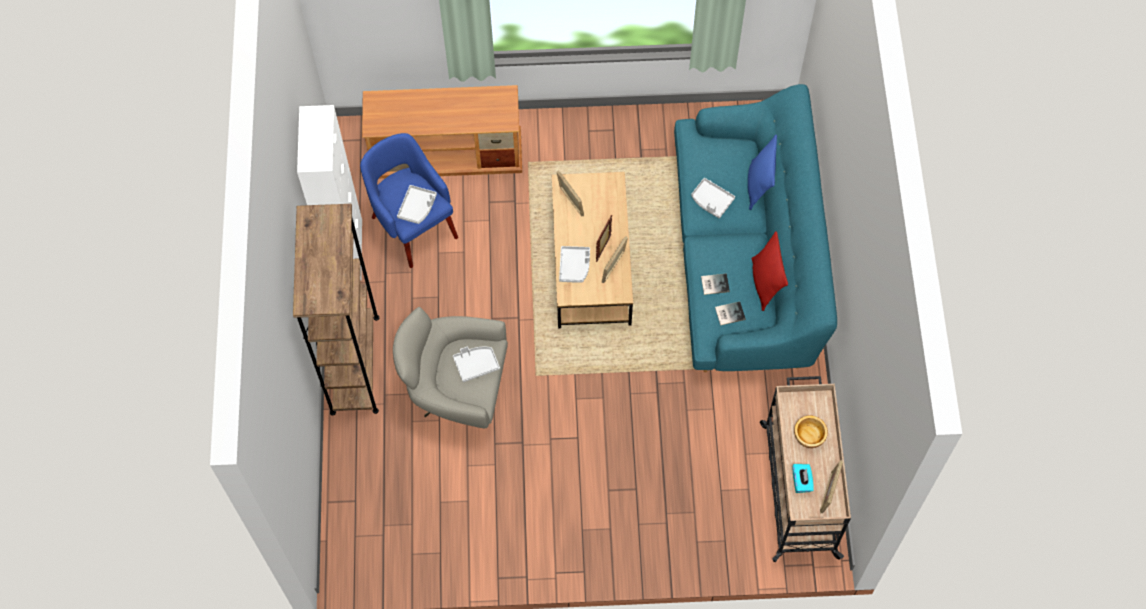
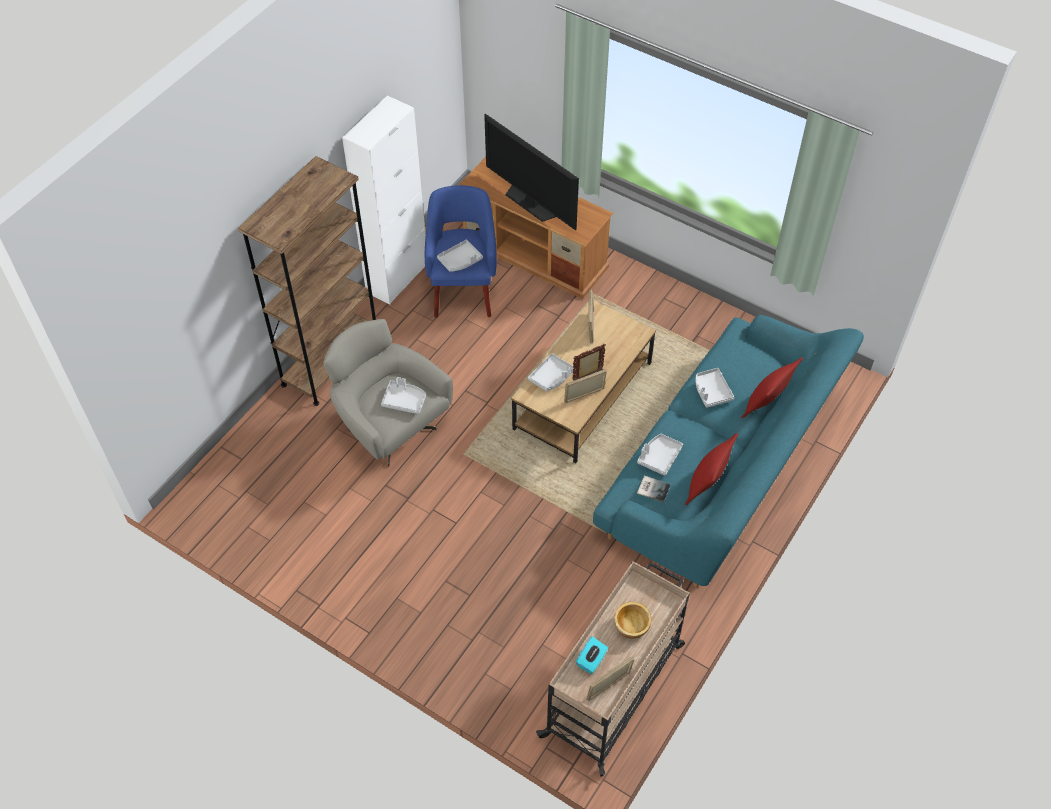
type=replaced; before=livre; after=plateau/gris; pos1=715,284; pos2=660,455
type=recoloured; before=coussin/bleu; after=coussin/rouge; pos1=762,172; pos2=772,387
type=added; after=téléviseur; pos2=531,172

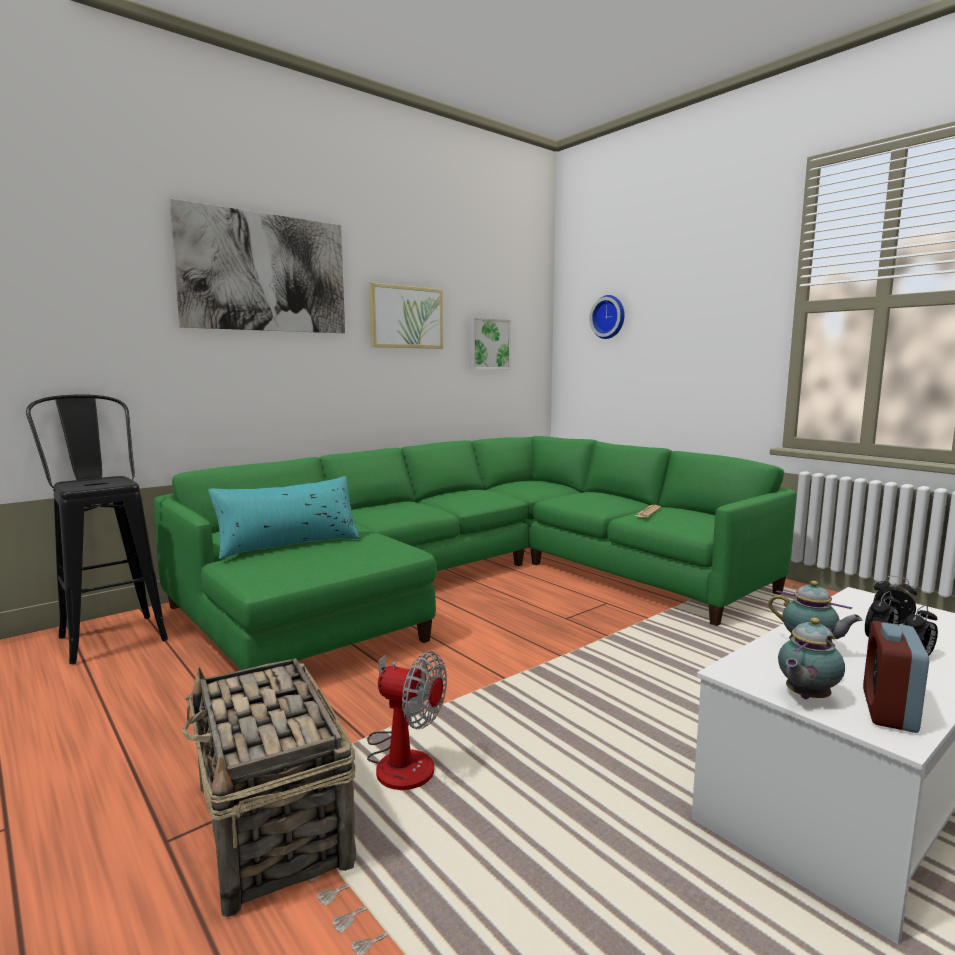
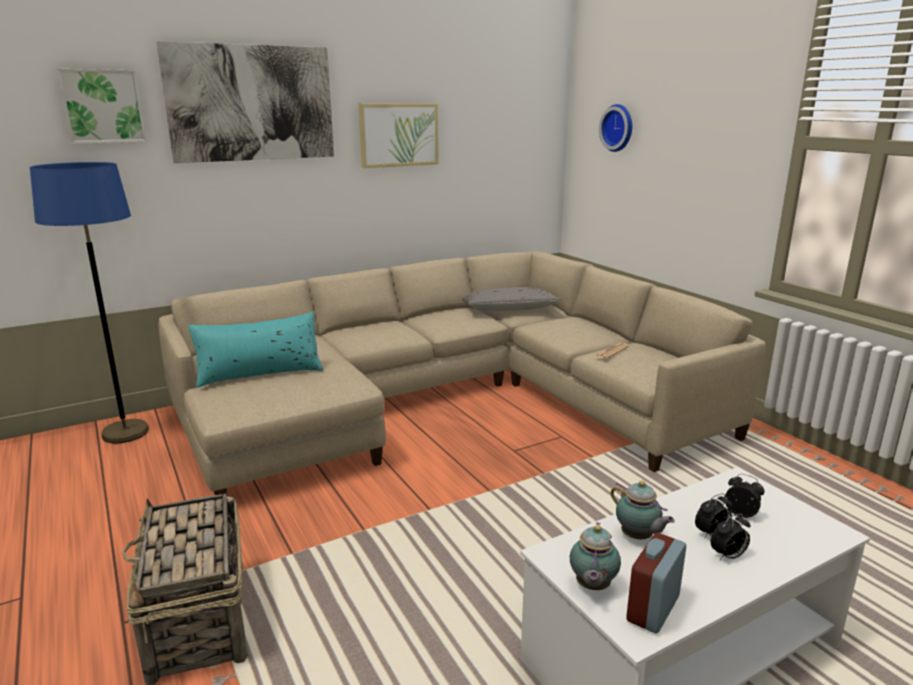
type=replaced; before=tabouret/noir; after=lampadaire/bleu; pos1=97,529; pos2=89,302
type=recoloured; before=canapé/vert; after=canapé/beige; pos1=475,553; pos2=462,374
type=removed; before=ventilateur; pos1=407,720
type=moved; before=tableau; pos1=490,343; pos2=102,106
type=turned; before=théière; pos1=811,658; pos2=595,556; turn=-45
type=added; after=coussin/gris; pos2=512,299

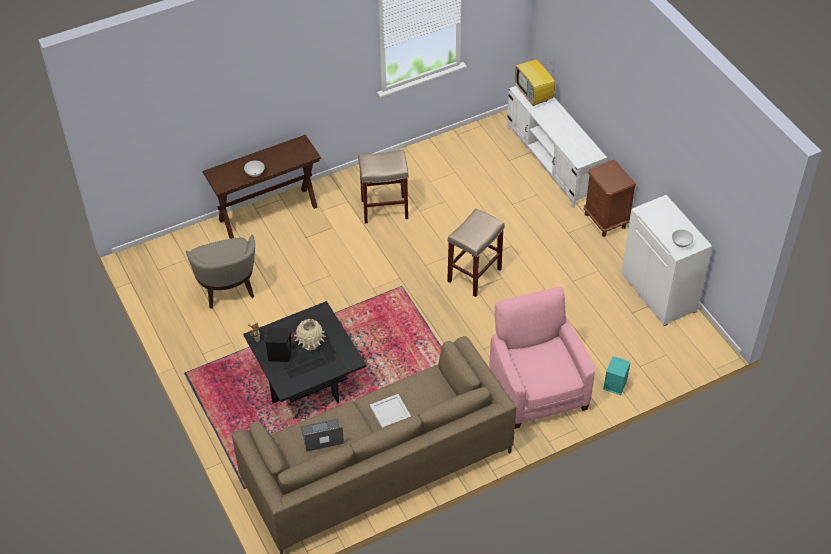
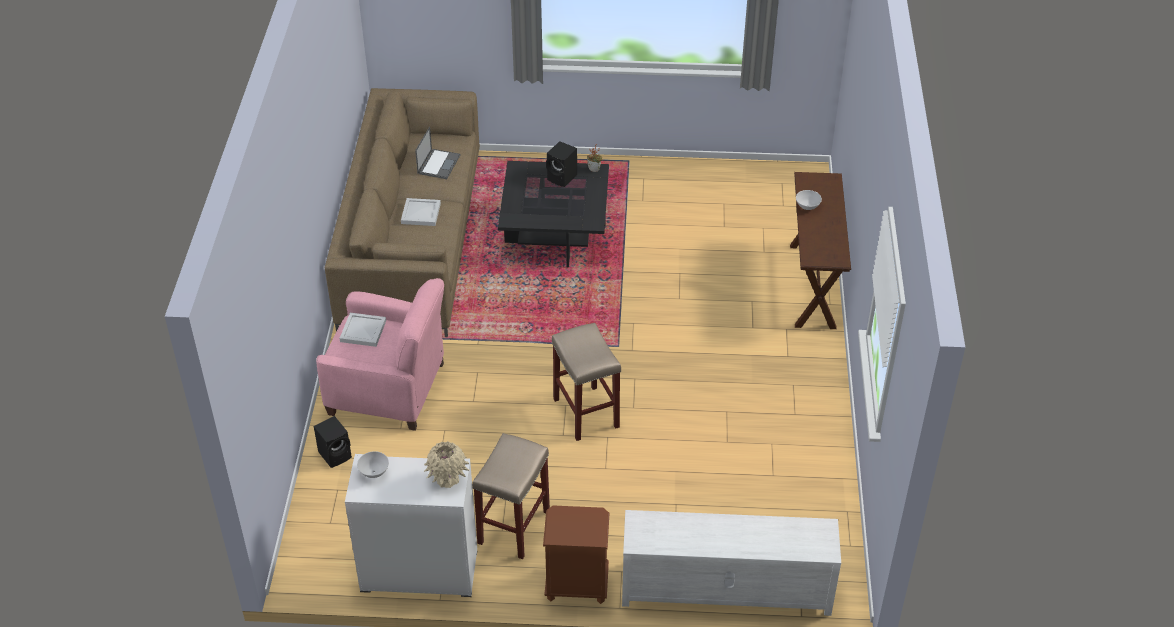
type=removed; before=fauteuil/beige; pos1=220,272
type=moved; before=vase/beige; pos1=310,334; pos2=446,464
type=moved; before=tabouret/beige; pos1=383,186; pos2=511,496
type=removed; before=téléviseur; pos1=535,81
type=recoloured; before=enceinte/turquoise; after=enceinte/noir; pos1=616,375; pos2=333,442
type=added; after=plateau/blanc; pos2=362,330

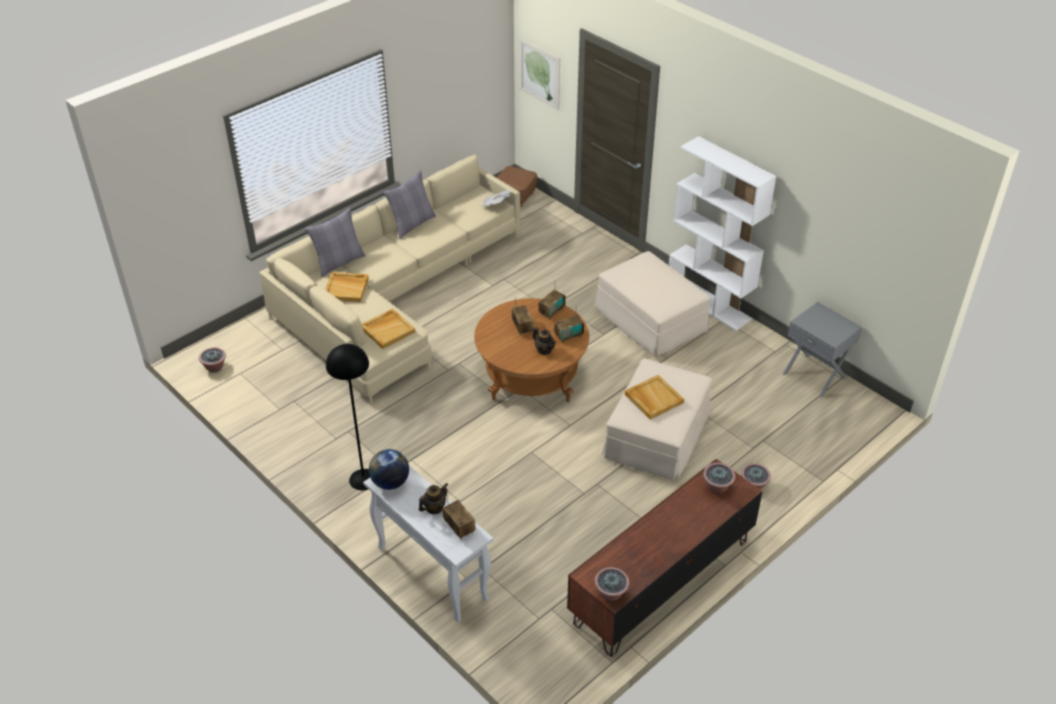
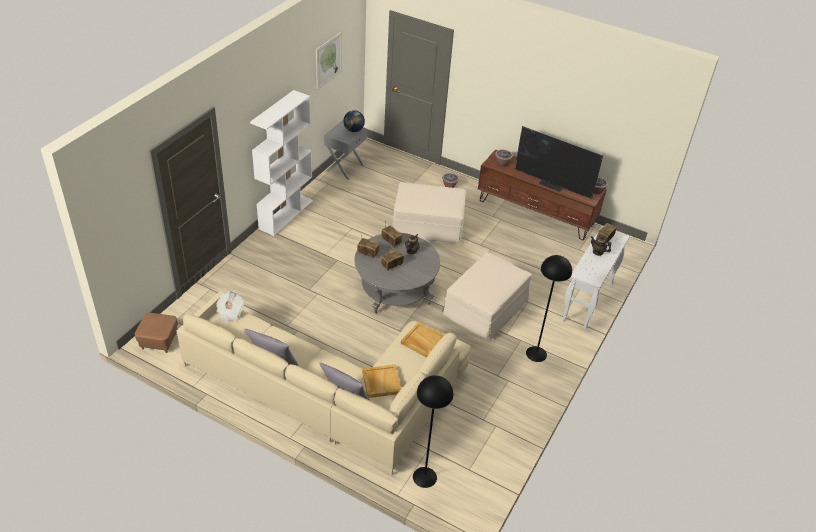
type=removed; before=plante en pot; pos1=212,359
type=moved; before=globe; pos1=389,469; pos2=354,121
type=recoloured; before=table basse/marron; after=table basse/gris; pos1=531,350; pos2=397,273
type=moved; before=tableau; pos1=539,74; pos2=329,61
type=moved; before=pouf/beige; pos1=652,304; pos2=486,295
type=removed; before=plateau/beige; pos1=654,397
type=added; after=lampadaire/noir; pos2=433,431
type=added; after=téléviseur; pos2=559,162

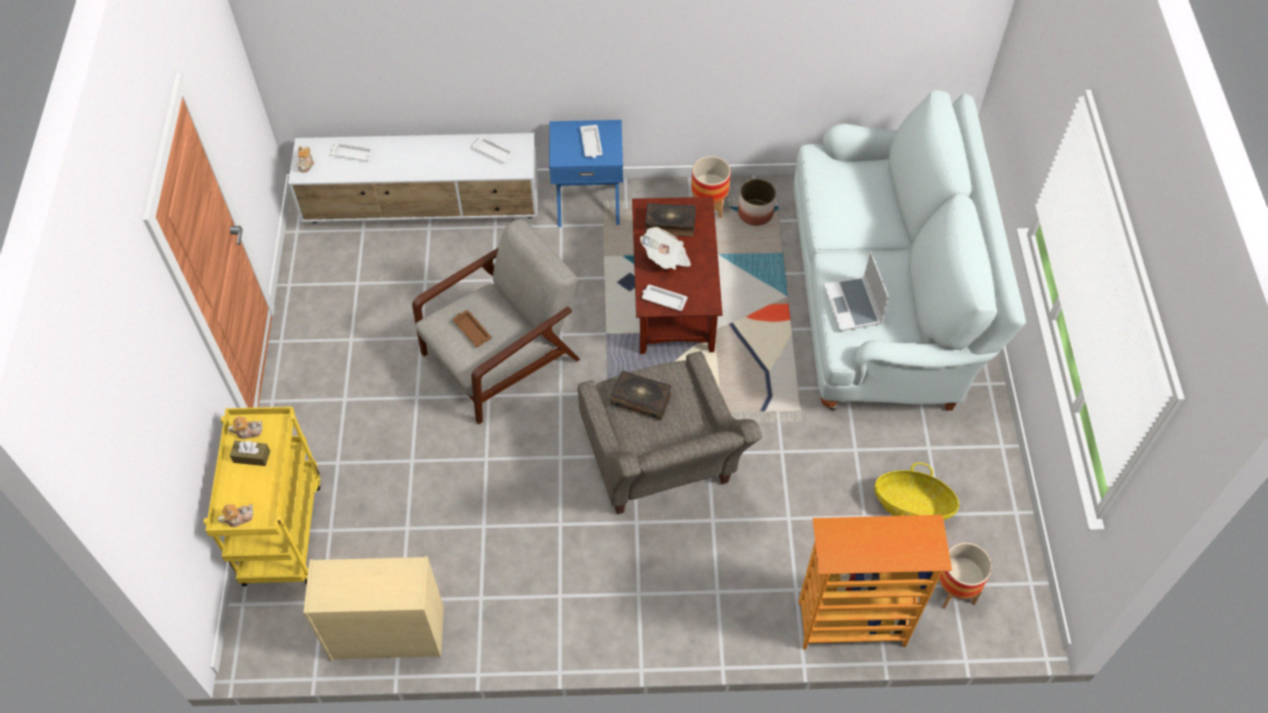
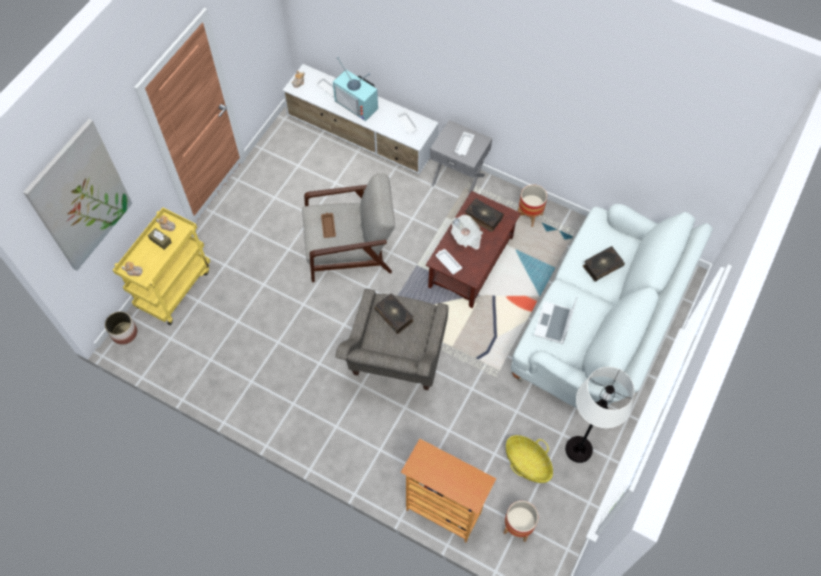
type=removed; before=commode/beige; pos1=373,608
type=recoloured; before=table de chevet/bleu; after=table de chevet/gris; pos1=586,173; pos2=461,158
type=moved; before=cache-pot; pos1=757,202; pos2=121,328
type=added; after=tableau; pos2=77,195
type=added; after=téléviseur; pos2=355,89
type=added; after=lampadaire/blanc; pos2=600,415
type=added; after=livre; pos2=604,264

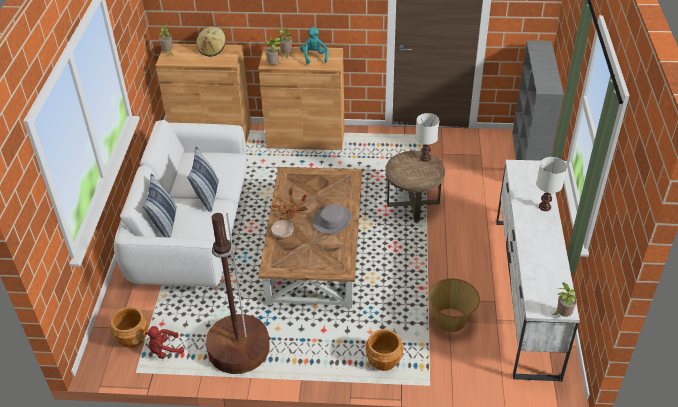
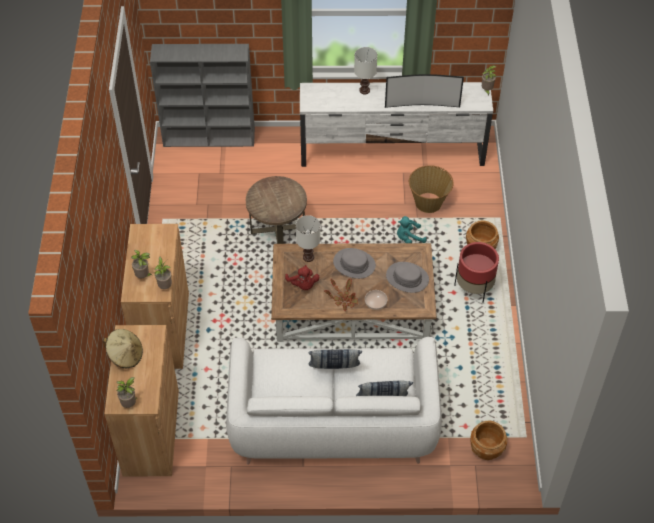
type=moved; before=peluche/rouge; pos1=164,342; pos2=302,277
type=removed; before=lampadaire/marron; pos1=238,293
type=moved; before=peluche/turquoise; pos1=314,45; pos2=412,229
type=moved; before=lampe de table/blanc; pos1=427,137; pos2=308,238
type=added; after=téléviseur; pos2=424,91
type=added; after=chapeau/gris; pos2=407,277
type=added; after=cache-pot/rouge; pos2=476,272

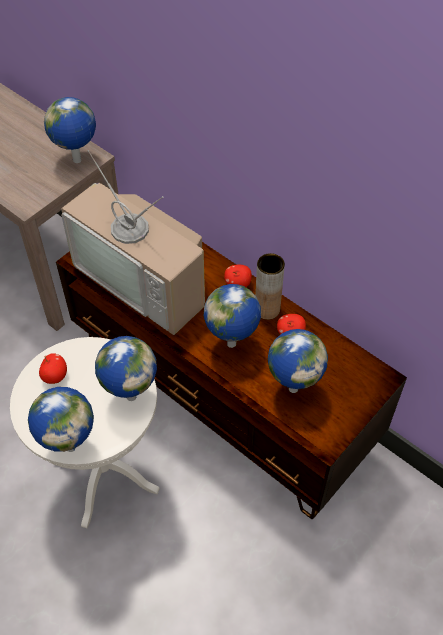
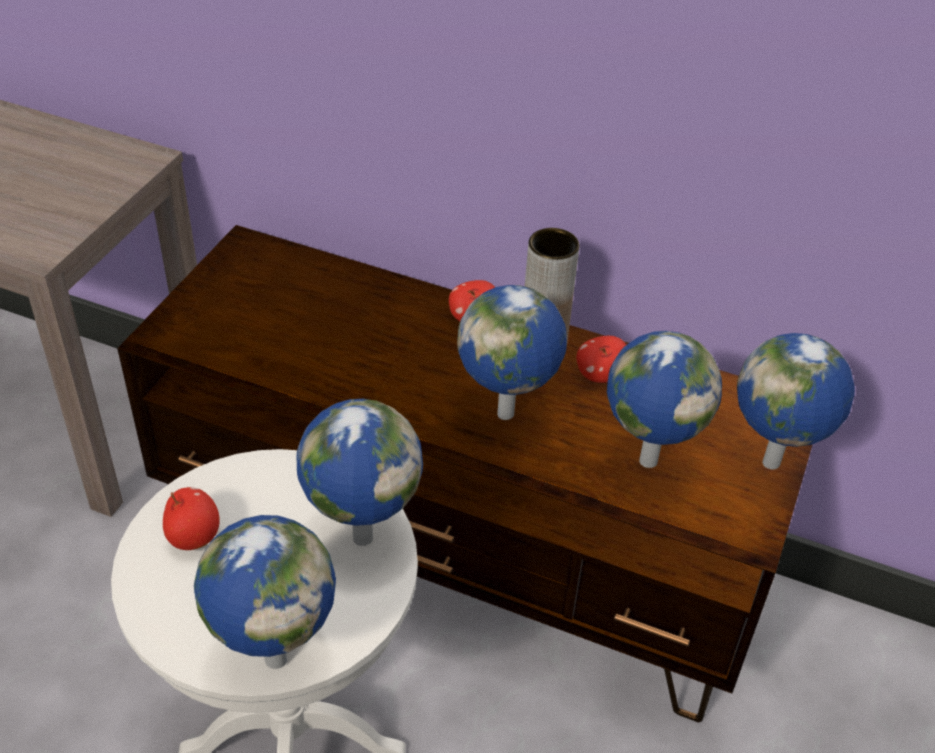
type=moved; before=globe; pos1=70,130; pos2=796,401
type=removed; before=téléviseur; pos1=133,242

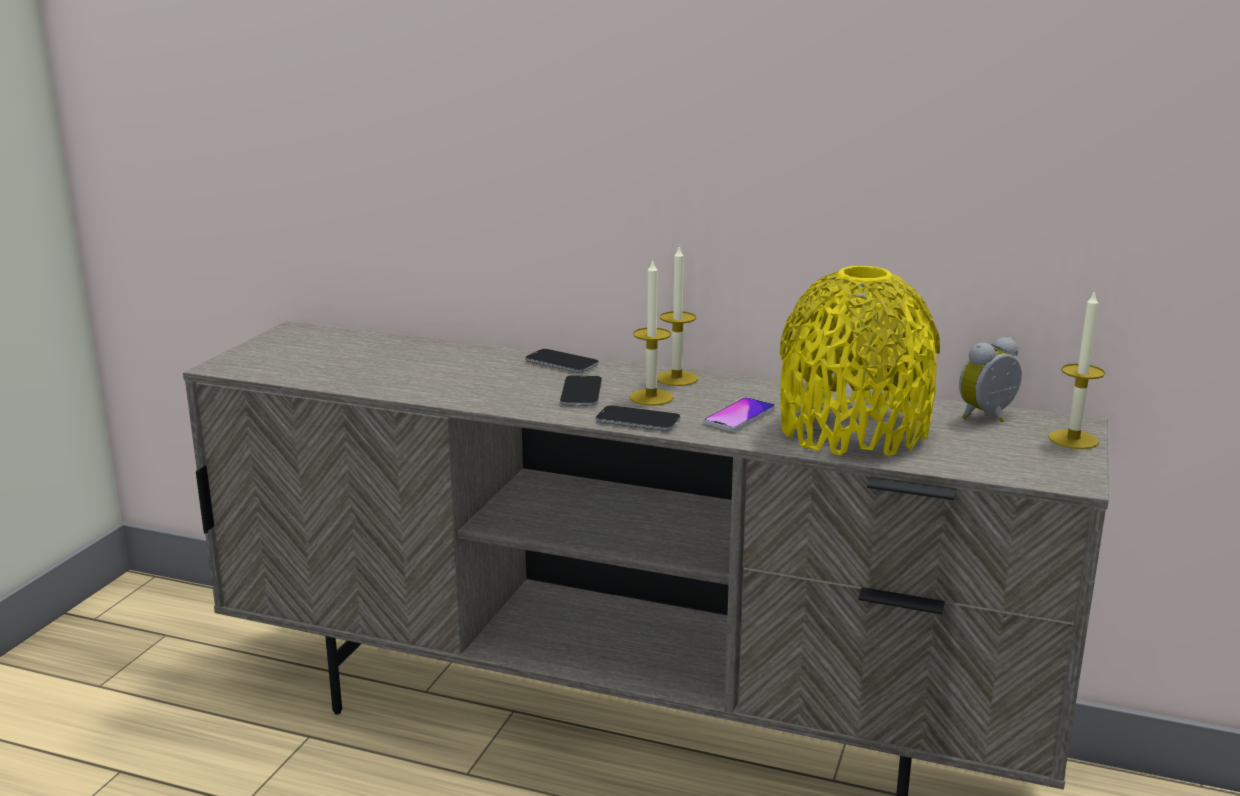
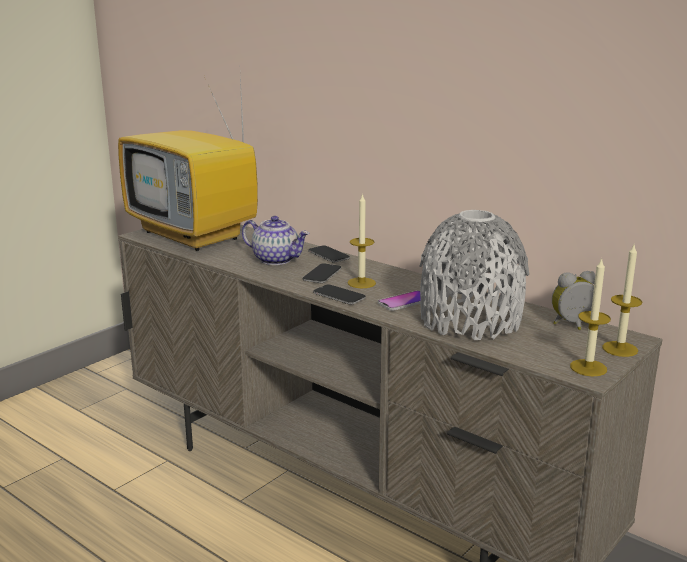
type=moved; before=bougie; pos1=677,316; pos2=590,316
type=recoloured; before=vase/jaune; after=vase/gris; pos1=859,361; pos2=474,275
type=added; after=téléviseur; pos2=188,163
type=added; after=théière; pos2=276,240

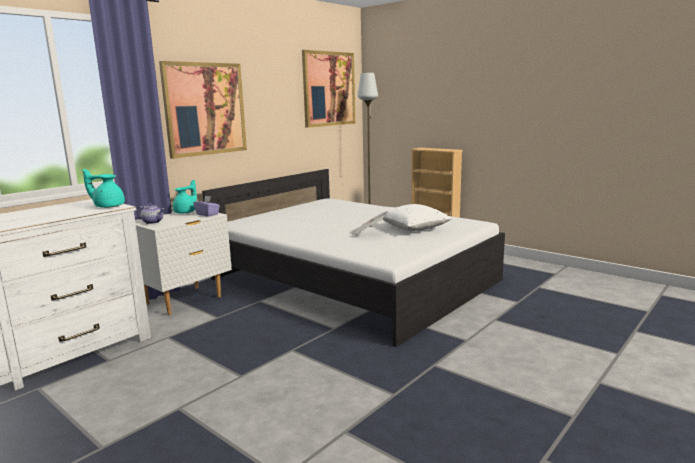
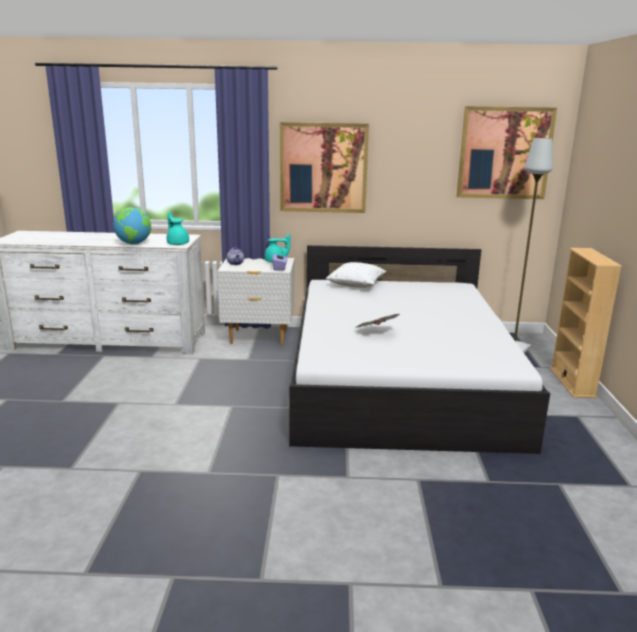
type=moved; before=coussin/blanc; pos1=417,217; pos2=356,275
type=added; after=globe; pos2=132,225

